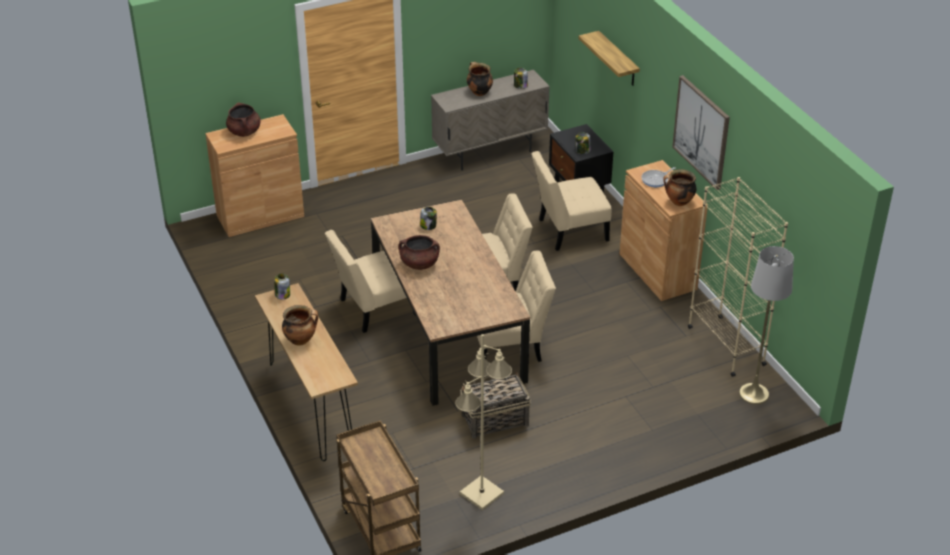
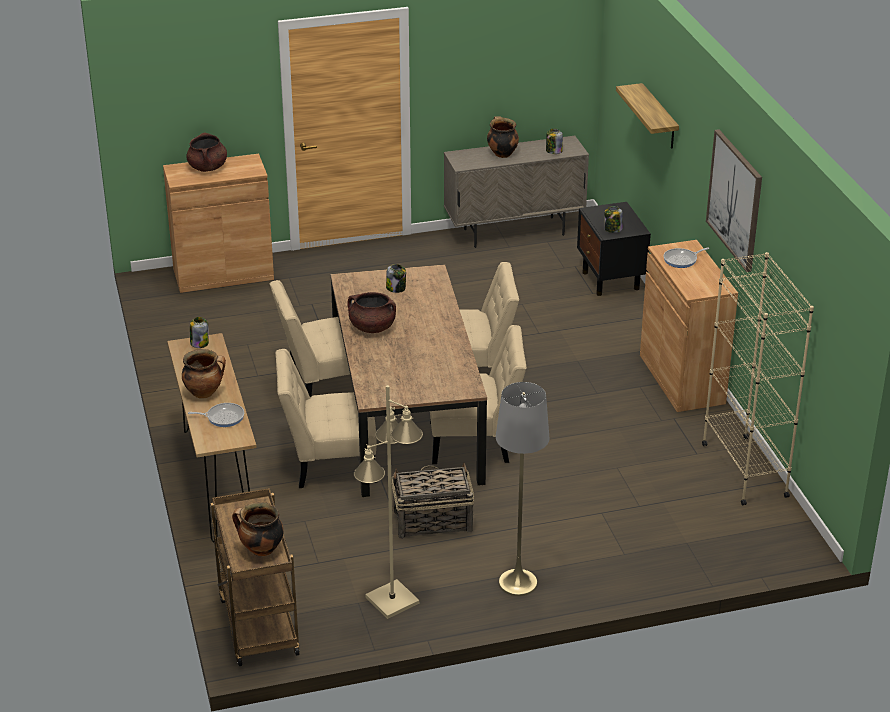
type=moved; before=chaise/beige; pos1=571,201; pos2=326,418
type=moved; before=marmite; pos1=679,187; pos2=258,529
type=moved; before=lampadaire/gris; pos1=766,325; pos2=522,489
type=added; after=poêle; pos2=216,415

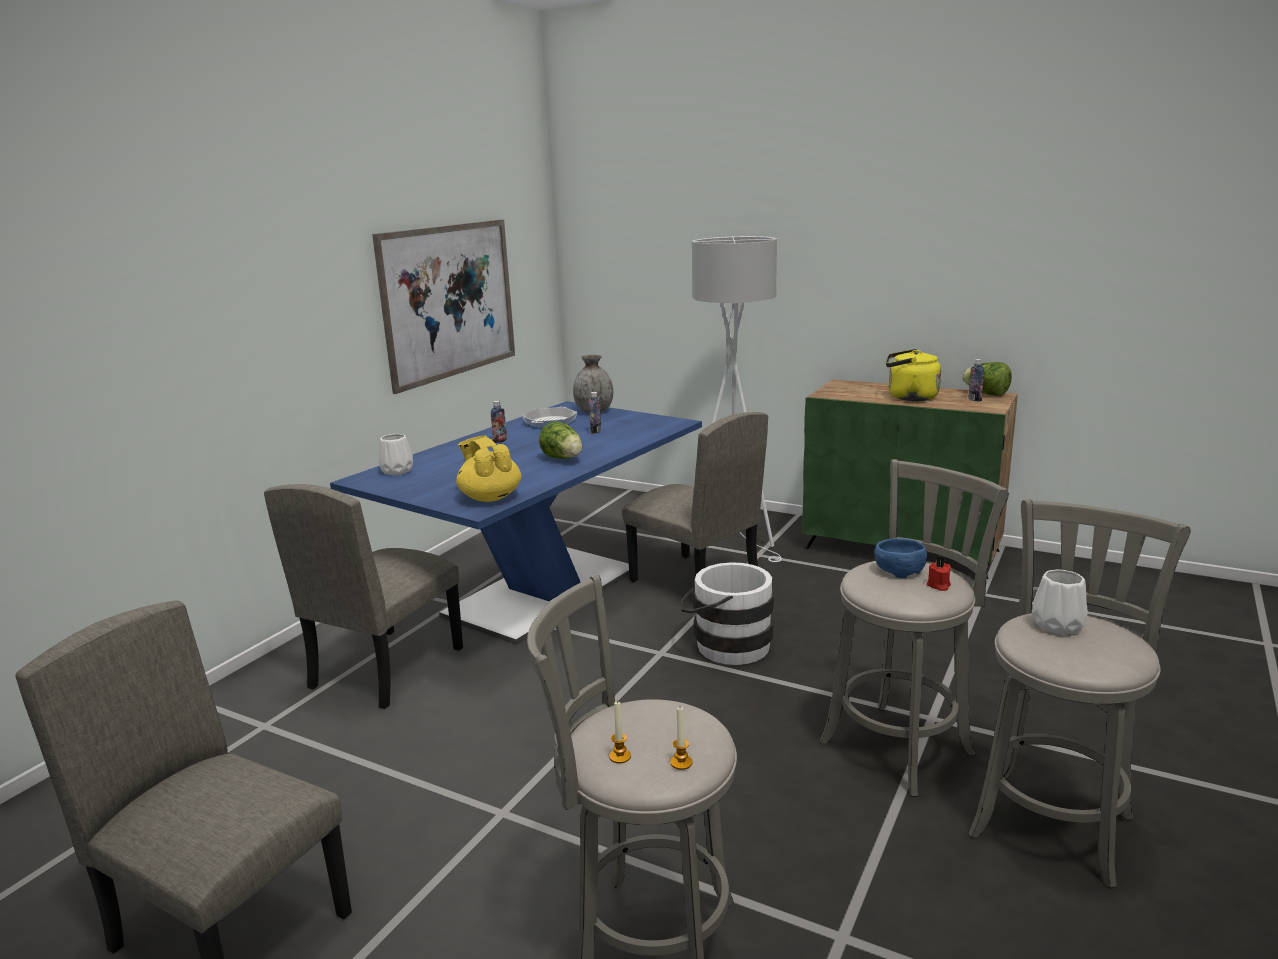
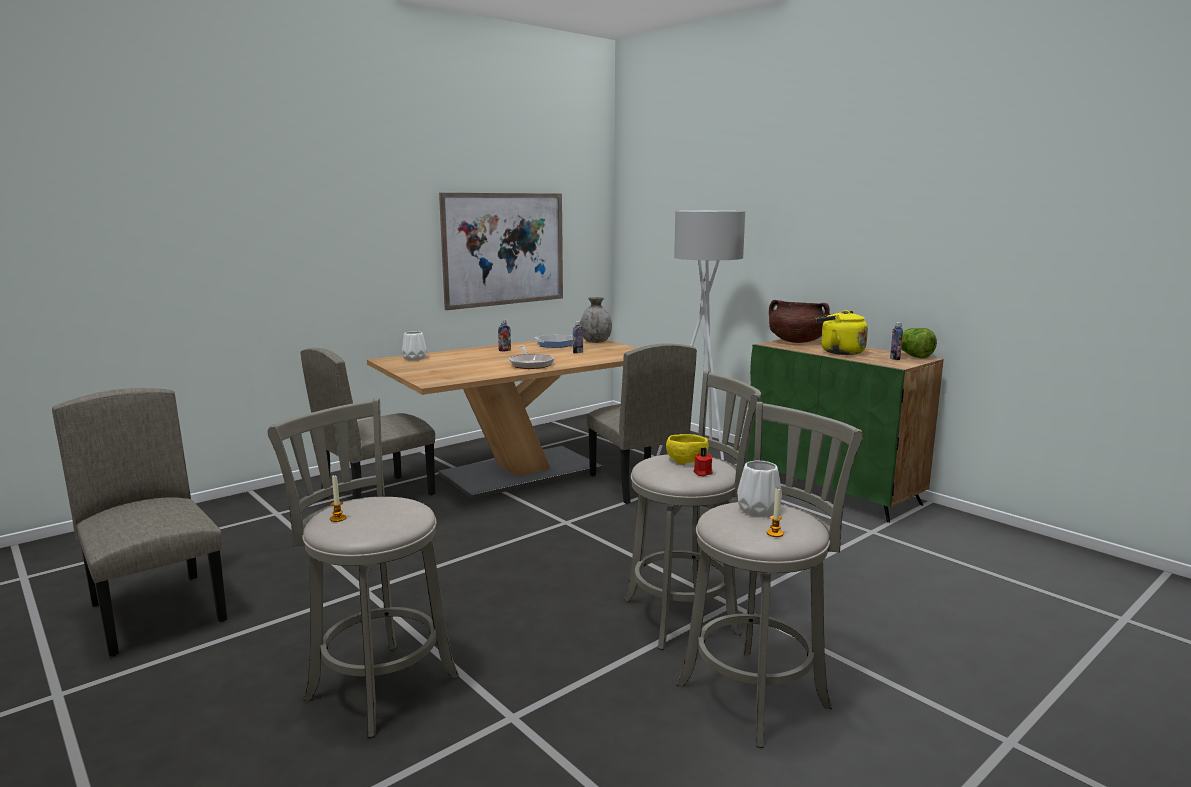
type=recoloured; before=table à manger/bleu; after=table à manger/marron; pos1=516,523; pos2=502,418
type=removed; before=théière/jaune; pos1=488,468
type=replaced; before=laitue; after=poêle; pos1=560,440; pos2=531,357
type=moved; before=bougie; pos1=681,738; pos2=775,513
type=removed; before=seau/blanc; pos1=727,613
type=recoloured; before=bol/bleu; after=bol/jaune; pos1=901,558; pos2=687,449
type=added; after=marmite/marron; pos2=799,321

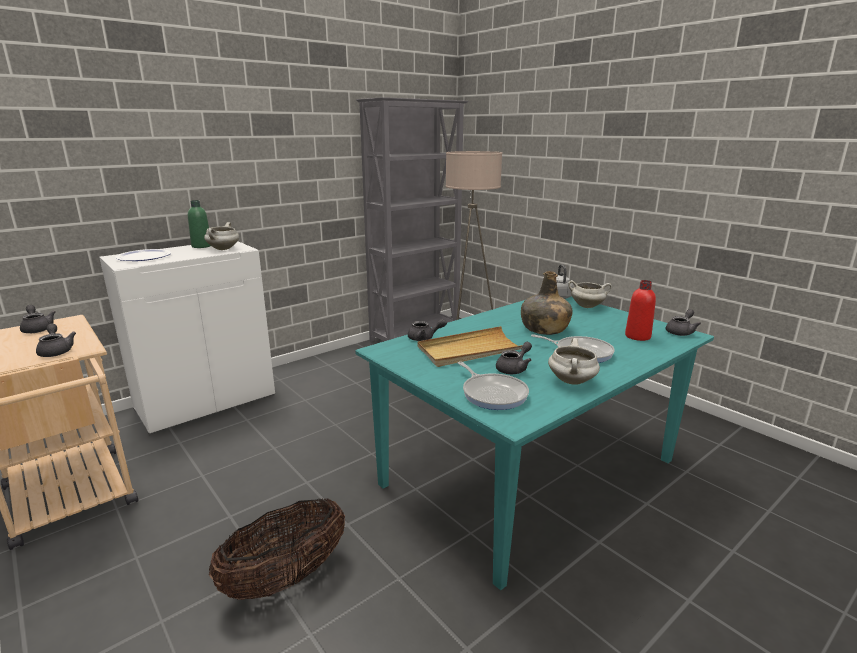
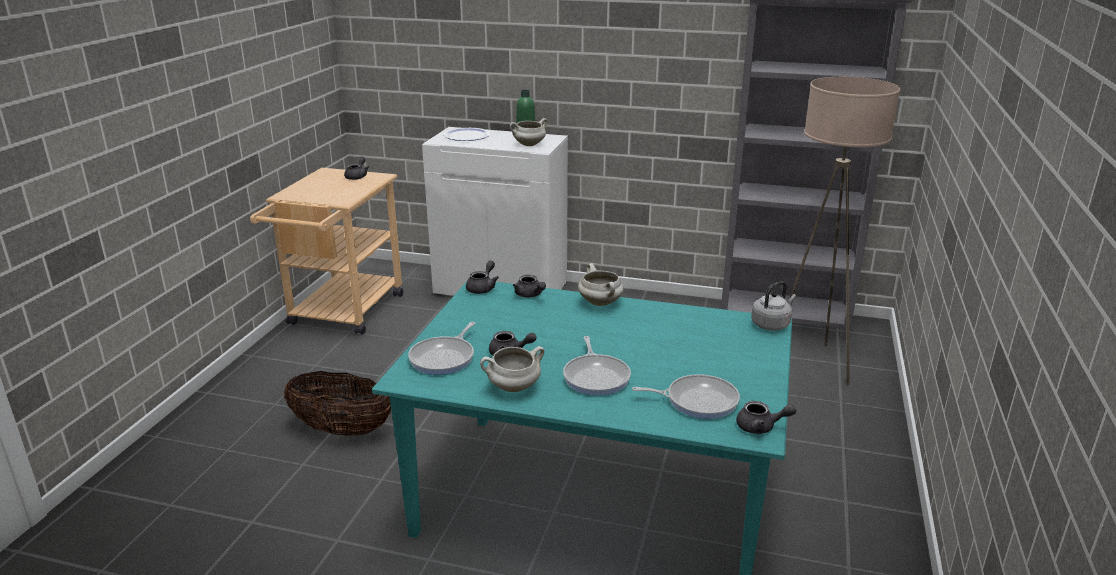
type=moved; before=théière/gris; pos1=56,340; pos2=482,277
type=removed; before=plateau/beige; pos1=470,346
type=removed; before=bouteille/vert; pos1=547,303
type=moved; before=marmite/blanc; pos1=590,294; pos2=601,284
type=replaced; before=bouteille/rouge; after=poêle; pos1=640,310; pos2=686,396

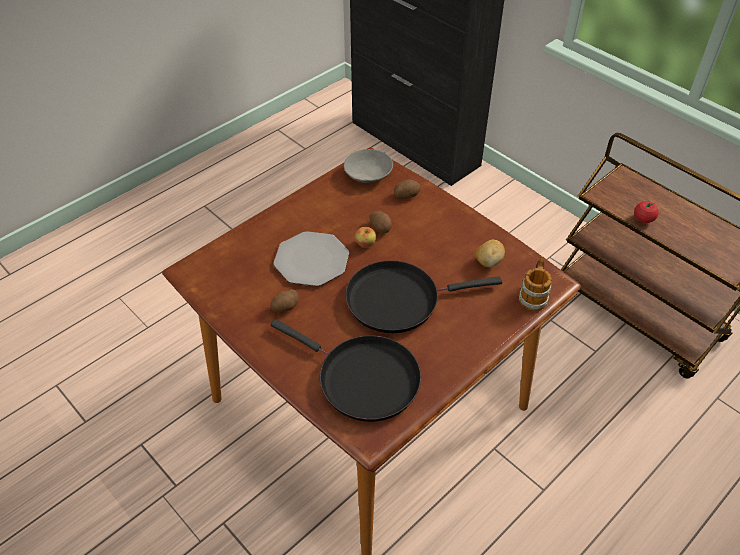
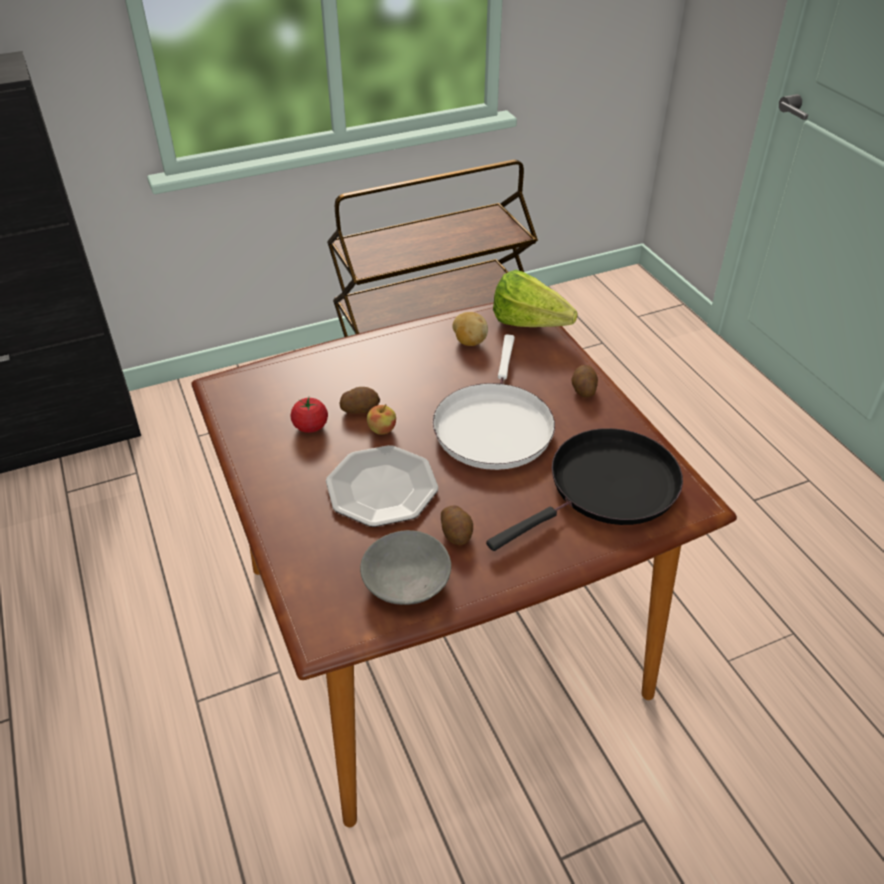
type=moved; before=bol/gris; pos1=368,166; pos2=405,567
type=recoloured; before=poêle/noir; after=poêle/blanc; pos1=423,296; pos2=494,402
type=moved; before=pomme de terre; pos1=407,189; pos2=585,381
type=replaced; before=mug; after=laitue; pos1=535,283; pos2=535,298
type=moved; before=tomate; pos1=646,212; pos2=309,415

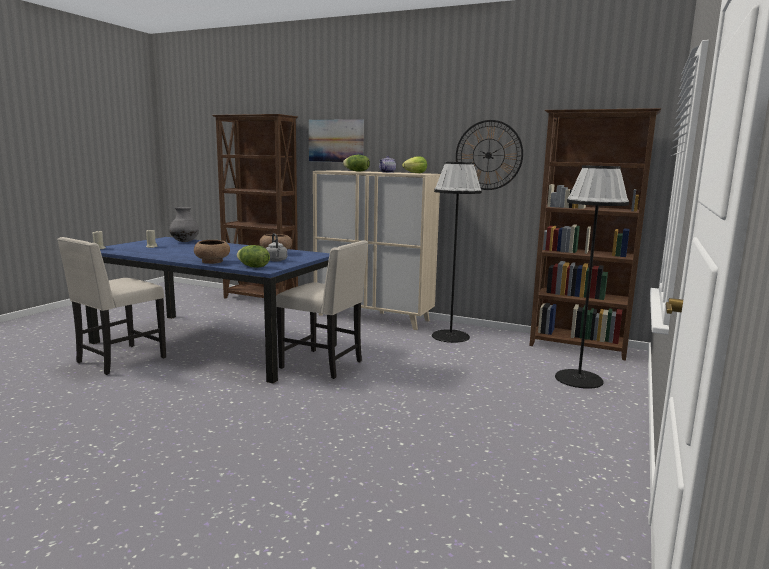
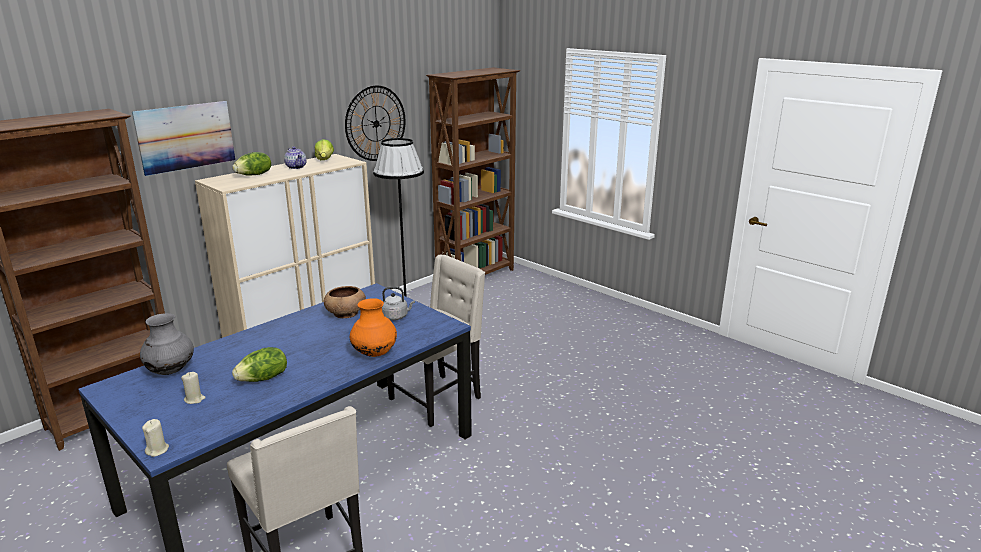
type=replaced; before=bol/marron; after=vase/orange; pos1=212,252; pos2=373,327
type=moved; before=laitue; pos1=253,256; pos2=259,364
type=removed; before=lampadaire/noir; pos1=592,277

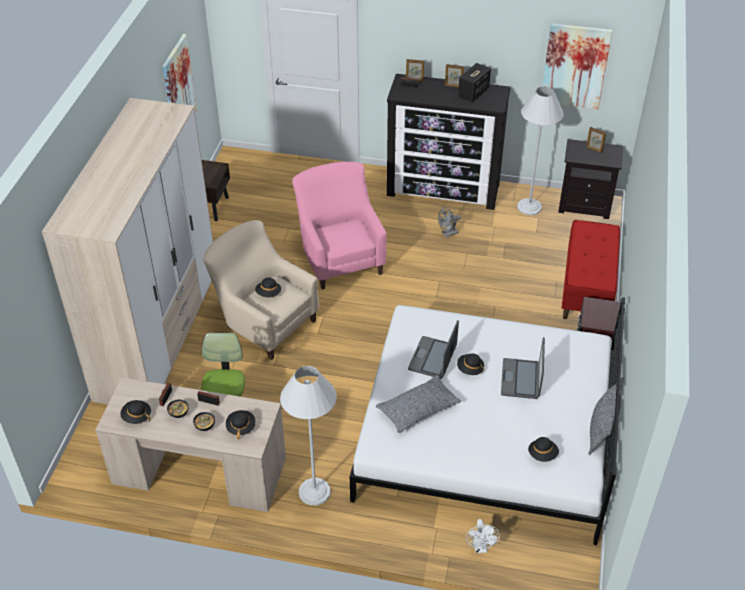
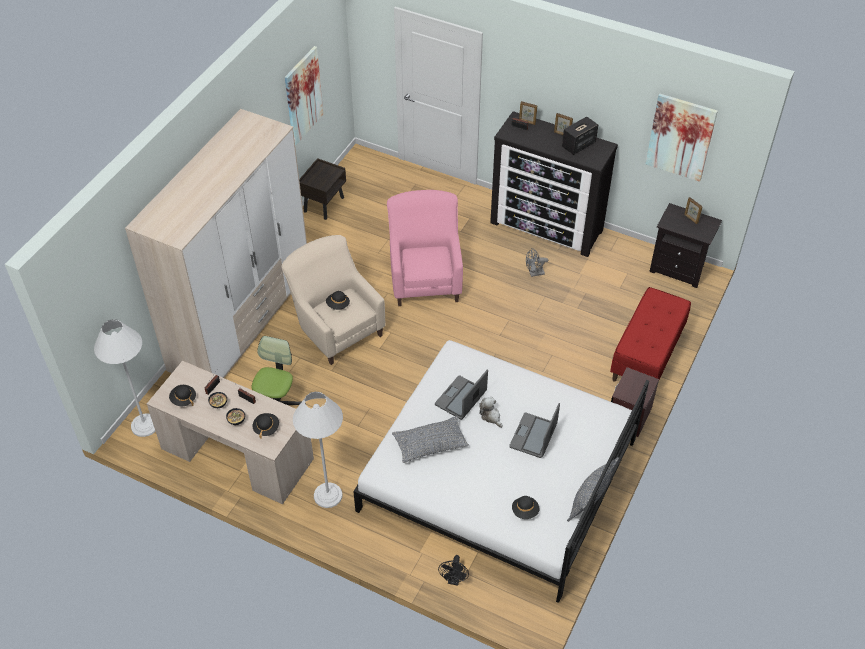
type=replaced; before=chapeau/noir; after=peluche; pos1=470,364; pos2=491,412
type=recoloured; before=ventilateur/blanc; after=ventilateur/noir; pos1=483,536; pos2=453,570
type=moved; before=lampadaire/blanc; pos1=540,150; pos2=125,378

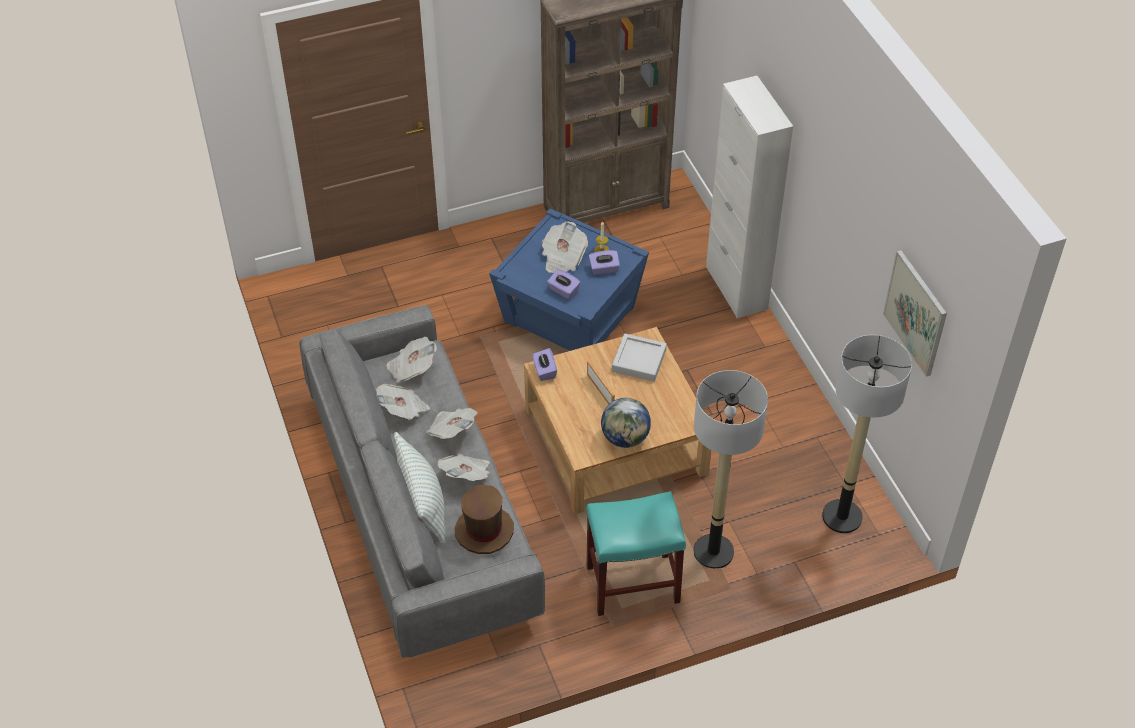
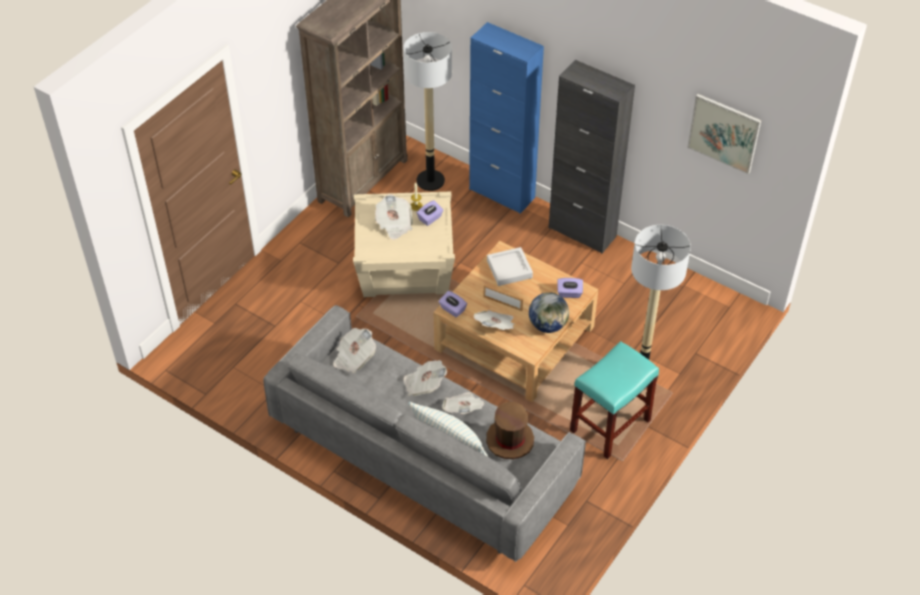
type=moved; before=journal; pos1=403,402; pos2=494,320
type=recoloured; before=table d'appoint/bleu; after=table d'appoint/beige; pos1=569,280; pos2=404,244
type=moved; before=boîte à mouchoirs/violet; pos1=564,284; pos2=570,288
type=recoloured; before=meuble de rangement/blanc; after=meuble de rangement/bleu; pos1=749,197; pos2=506,118
type=moved; before=lampadaire; pos1=867,434; pos2=427,111
type=added; after=meuble de rangement/noir; pos2=592,156

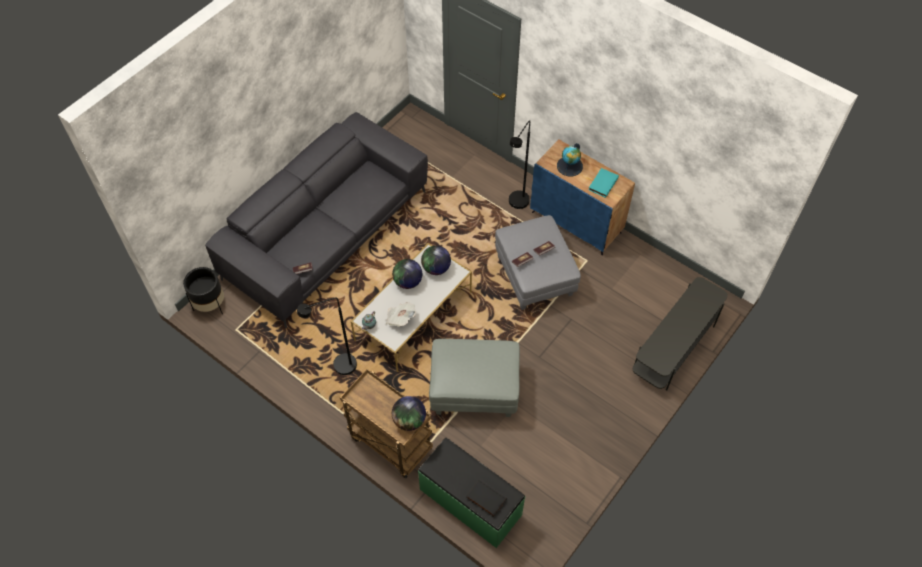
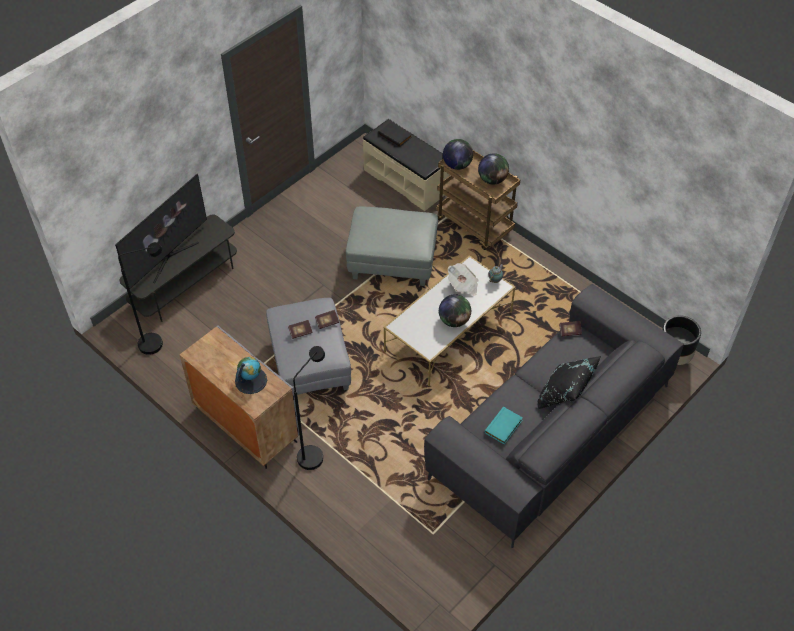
type=moved; before=lampadaire/noir; pos1=327,336; pos2=140,298
type=recoloured; before=banc/vert; after=banc/beige; pos1=471,493; pos2=406,165
type=moved; before=globe; pos1=436,260; pos2=493,168
type=recoloured; before=meuble de rangement/bleu; after=meuble de rangement/gris; pos1=582,197; pos2=239,397
type=moved; before=livre/turquoise; pos1=604,183; pos2=503,425
type=added; after=téléviseur; pos2=161,231
type=added; after=coussin/noir; pos2=569,382

